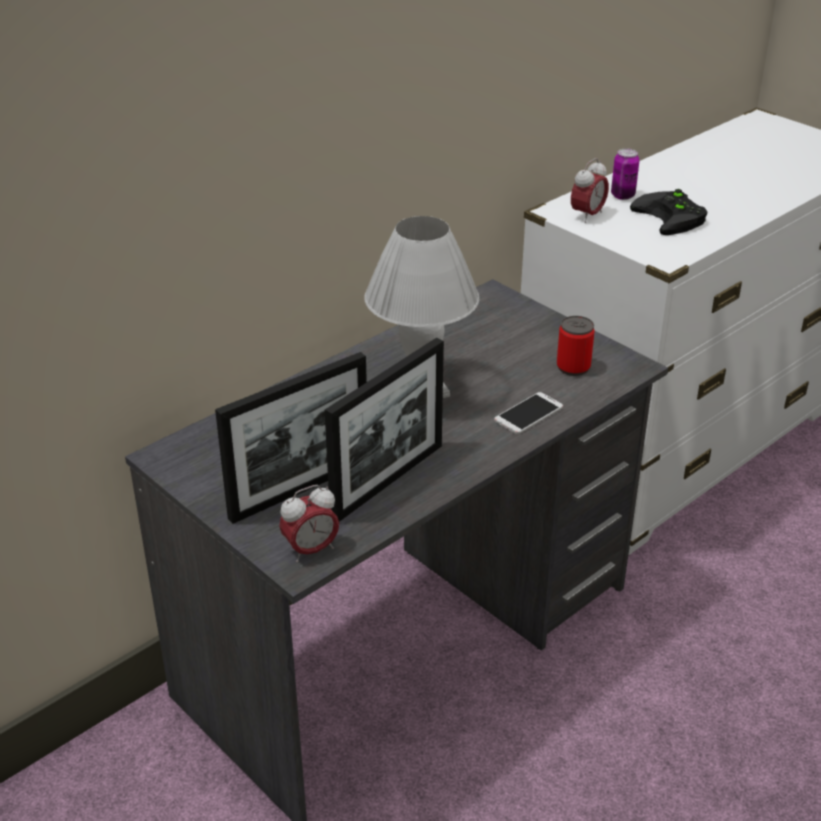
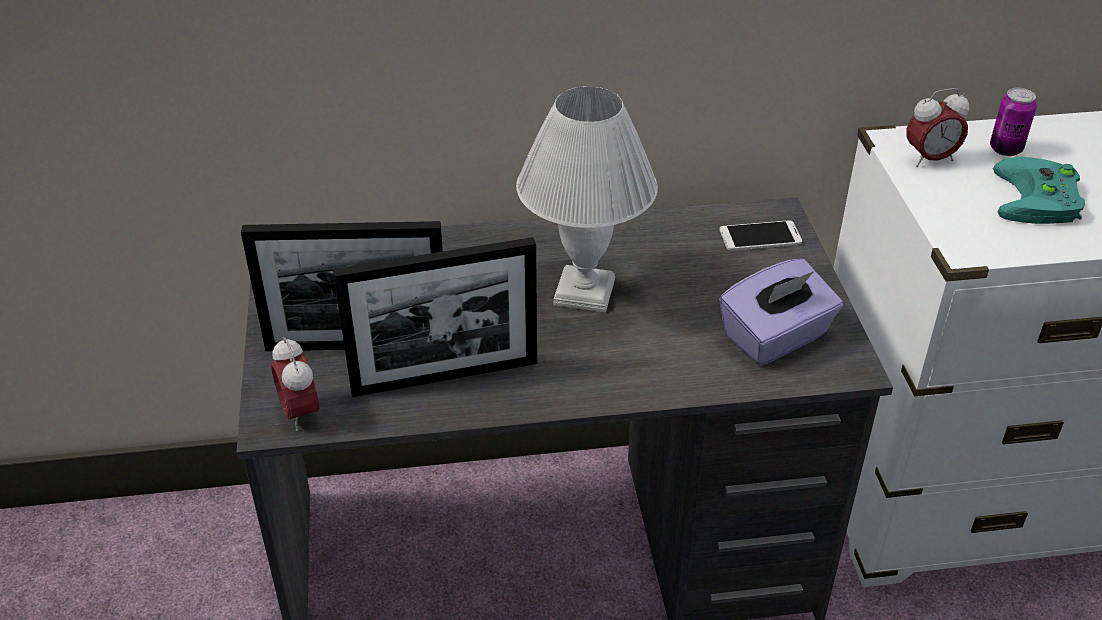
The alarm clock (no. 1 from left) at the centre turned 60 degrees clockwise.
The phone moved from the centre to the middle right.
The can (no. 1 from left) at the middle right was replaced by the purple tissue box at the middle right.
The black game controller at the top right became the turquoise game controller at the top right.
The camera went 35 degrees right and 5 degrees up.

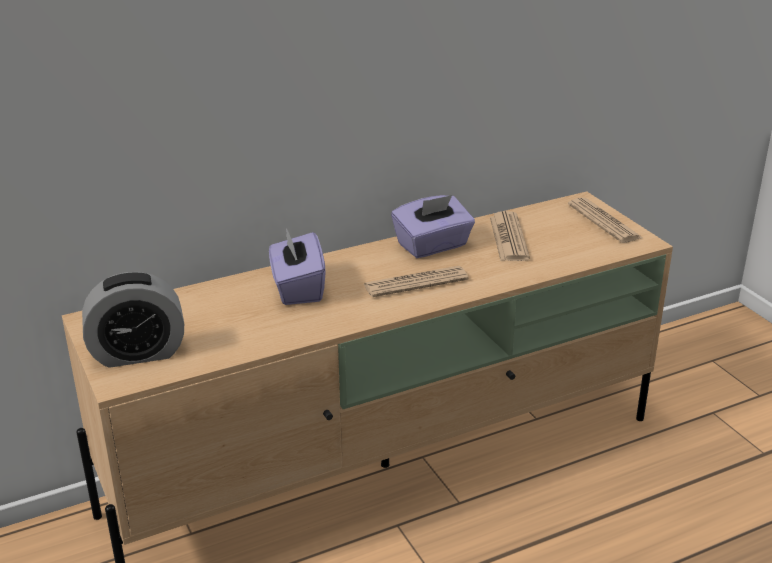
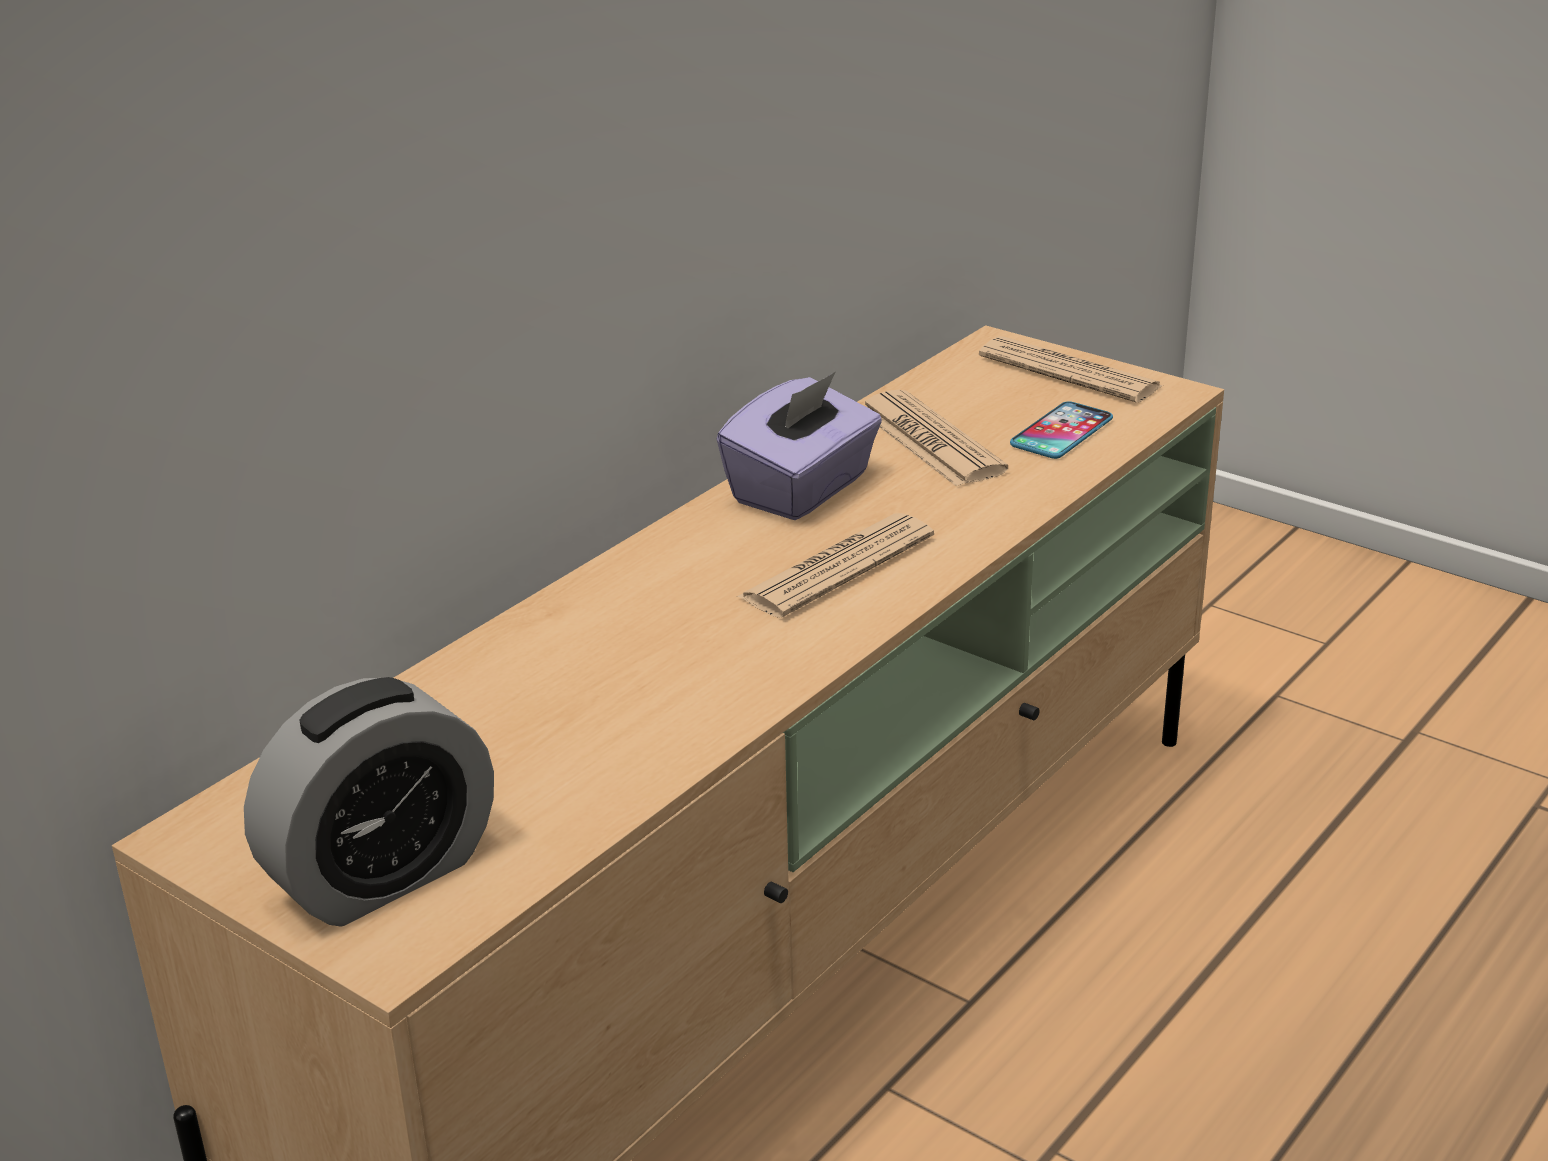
The phone at the middle right appeared.
The purple tissue box (no. 1 from left) at the centre disappeared.
The camera went 25 degrees left and 0 degrees up.

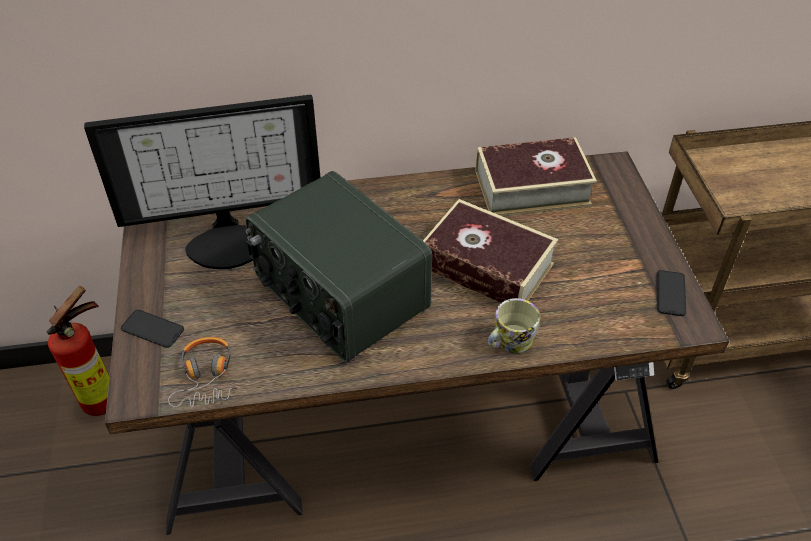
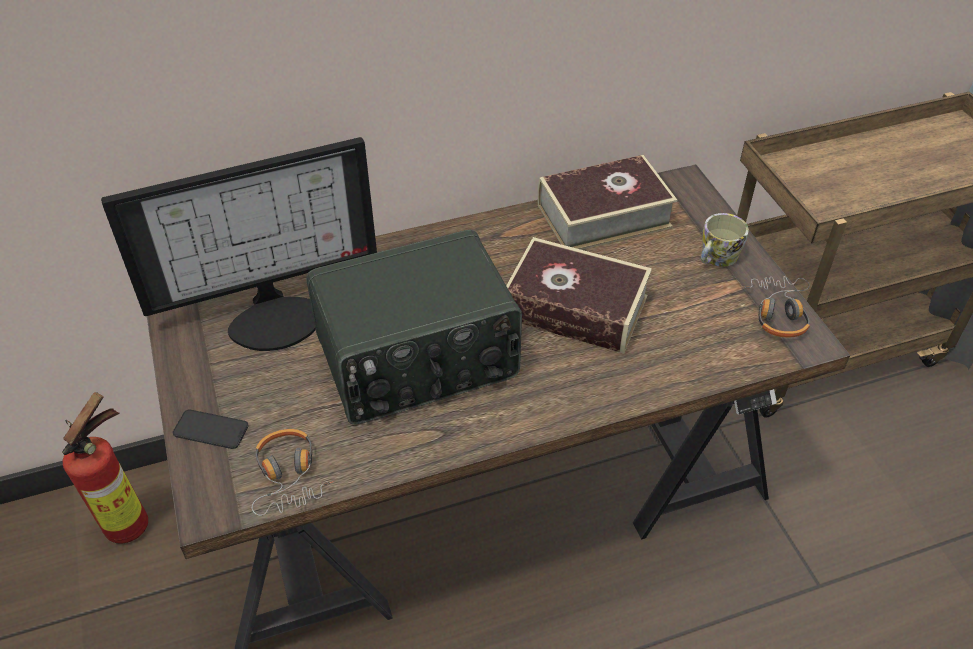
The radio at the centre turned 60 degrees counterclockwise.
The mug moved from the centre to the middle right.
The phone (no. 2 from left) at the middle right was replaced by the headphones (no. 2 from left) at the middle right.
The camera went 10 degrees left and 0 degrees up.

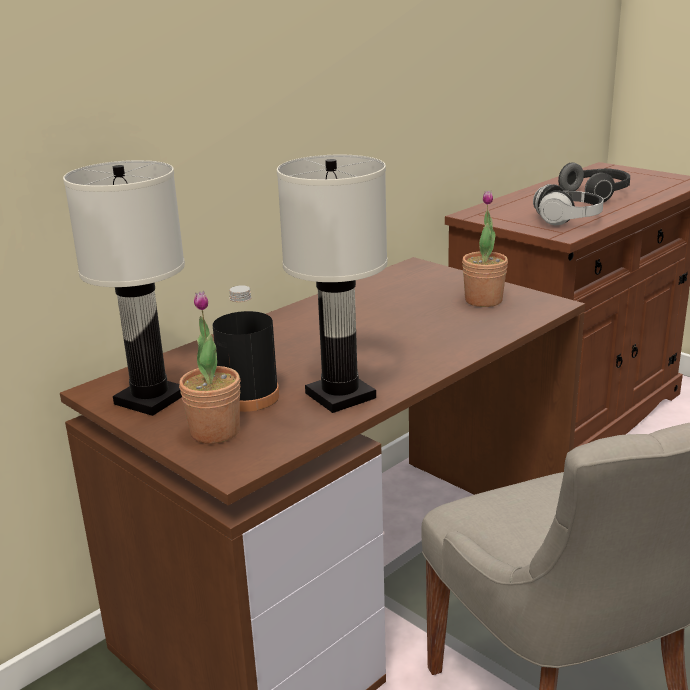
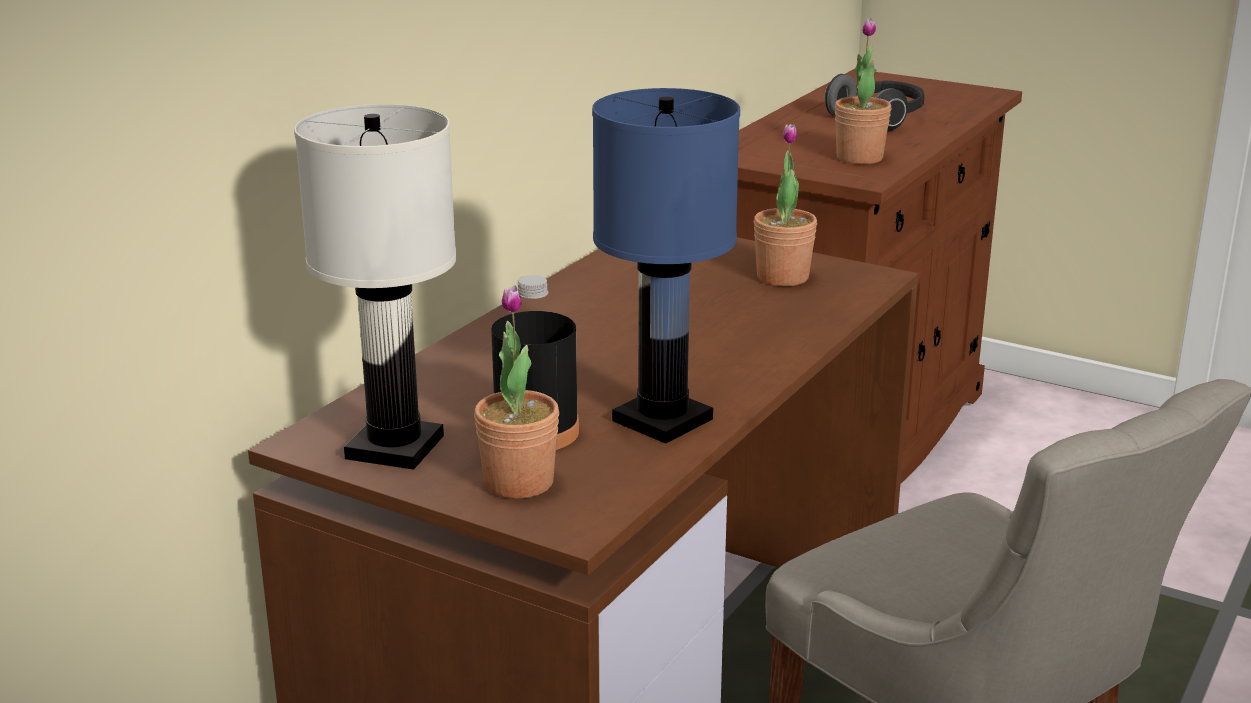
The white table lamp (no. 2 from left) at the centre became the blue table lamp at the centre.
The headphones (no. 1 from left) at the top right was replaced by the potted plant (no. 3 from left) at the top right.
The camera went 15 degrees left and 0 degrees up.

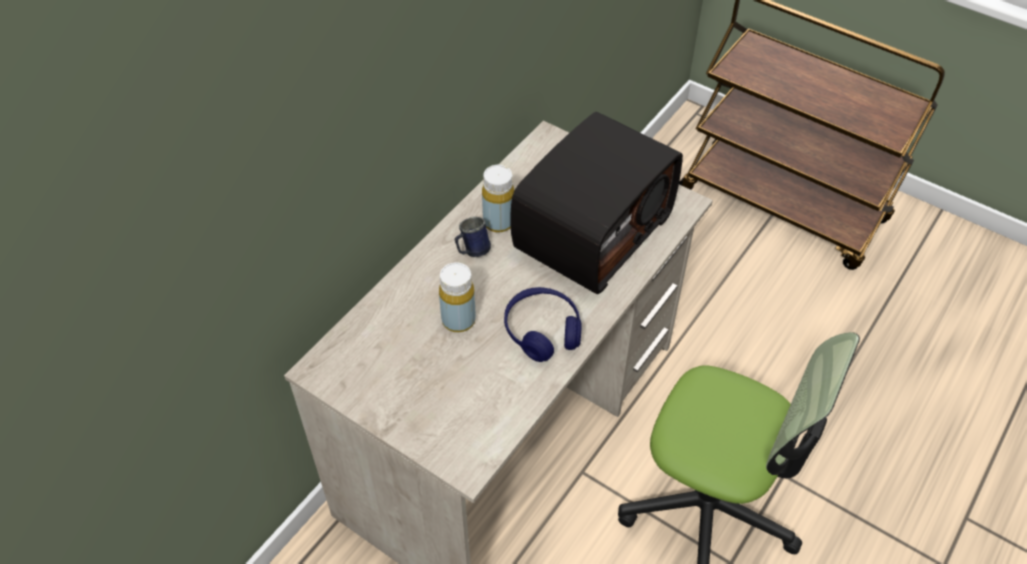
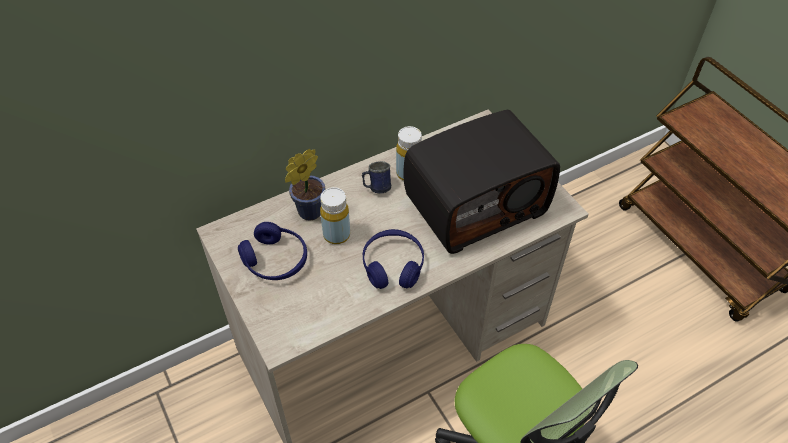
The blue headphones (no. 1 from left) at the centre appeared.
The potted plant at the centre appeared.
The camera went 25 degrees right and 0 degrees up.

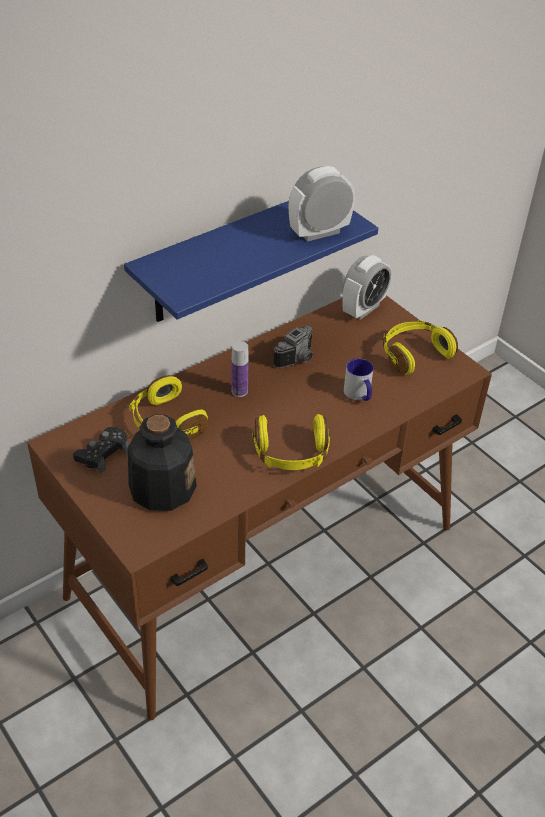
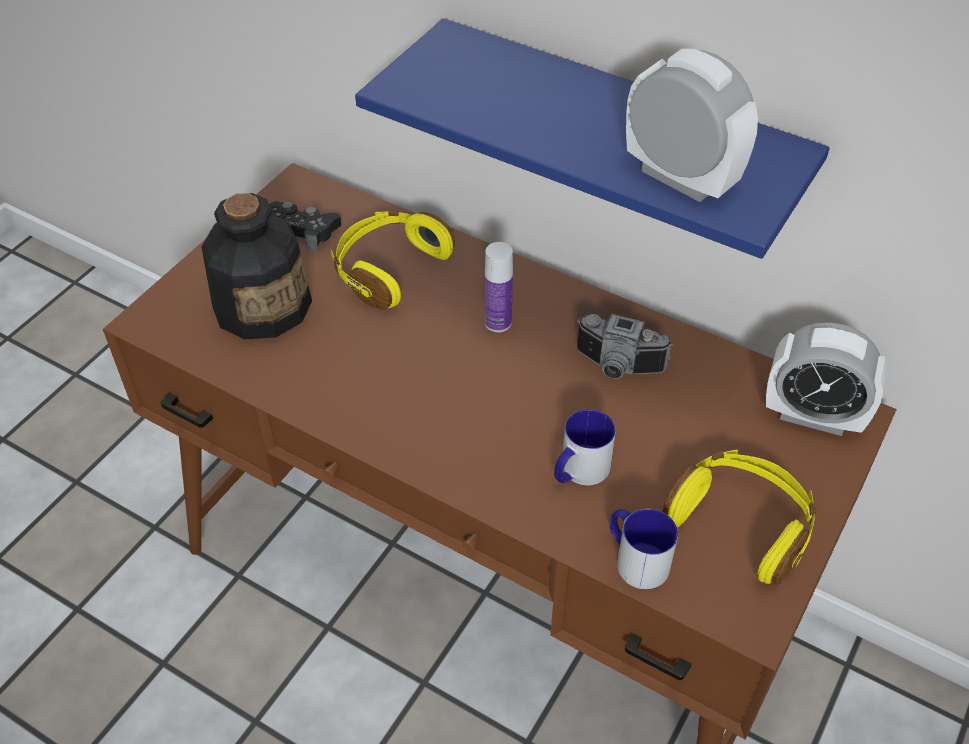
The mug (no. 2 from left) at the bottom centre appeared.
The yellow headphones (no. 2 from left) at the centre disappeared.
The camera went 70 degrees right and 5 degrees up.

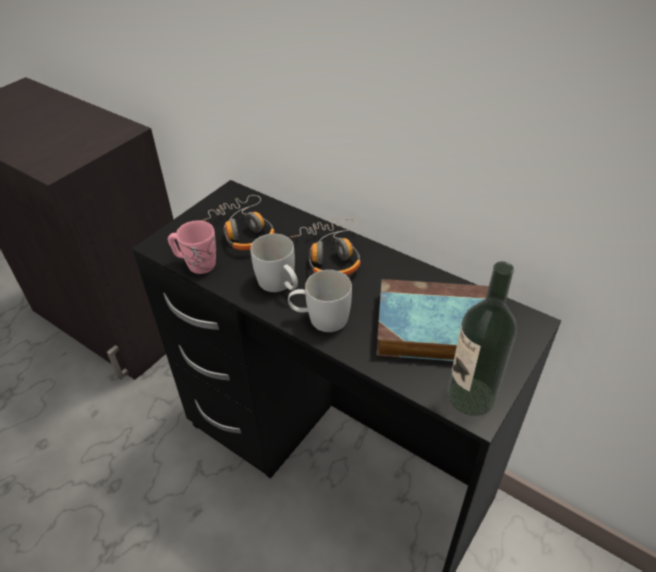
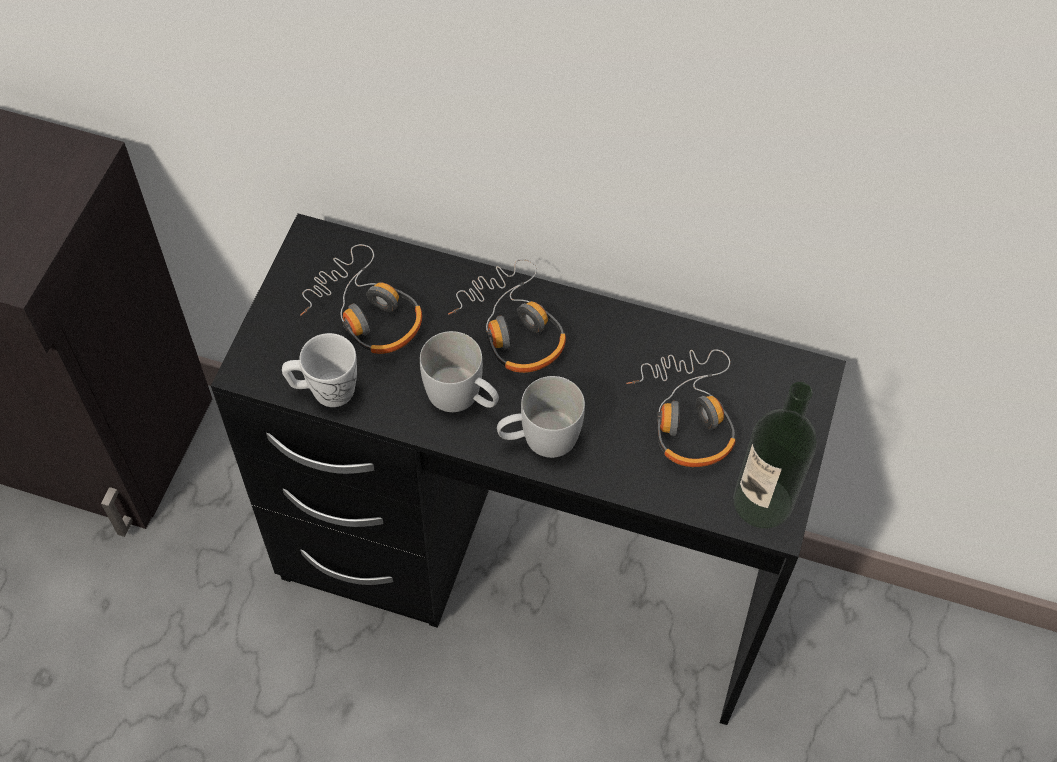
The pink mug at the middle left became the white mug (no. 1 from left) at the middle left.
The book at the centre was replaced by the headphones (no. 3 from left) at the centre.
The camera went 20 degrees left and 15 degrees up.

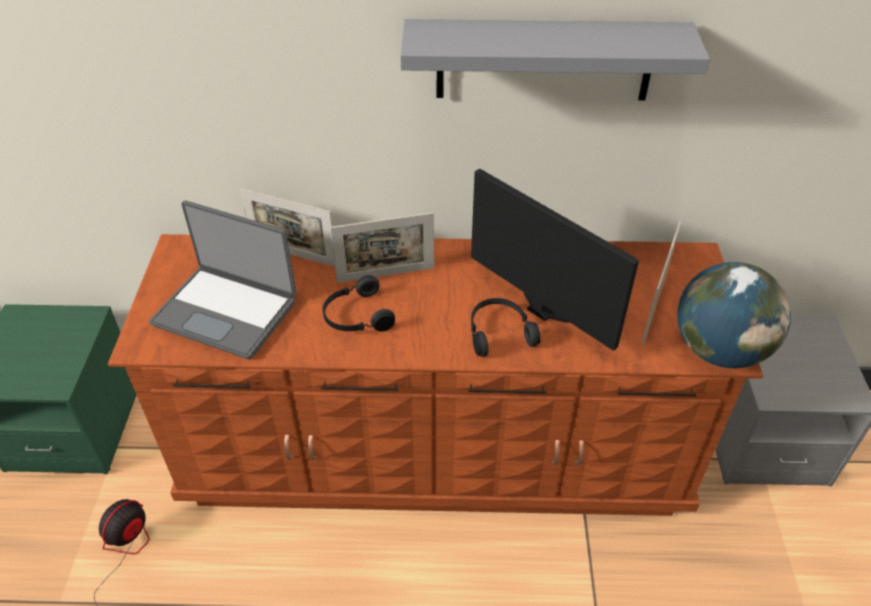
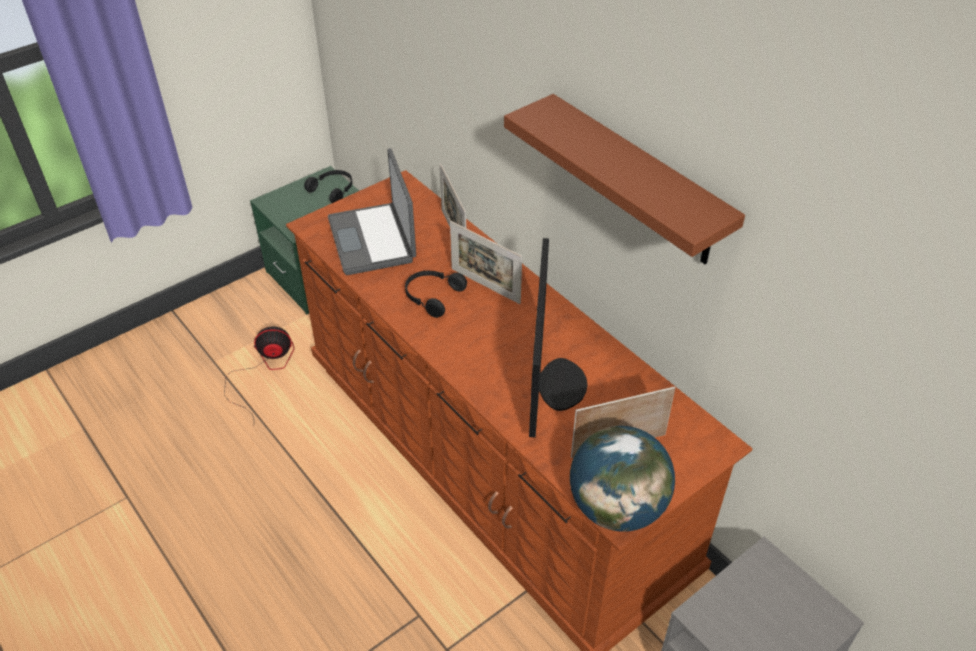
The black headphones (no. 2 from left in the first image) moved from the centre to the top centre.
The grey shelf at the top centre became the brown shelf at the top centre.
The camera went 50 degrees right and 0 degrees up.

